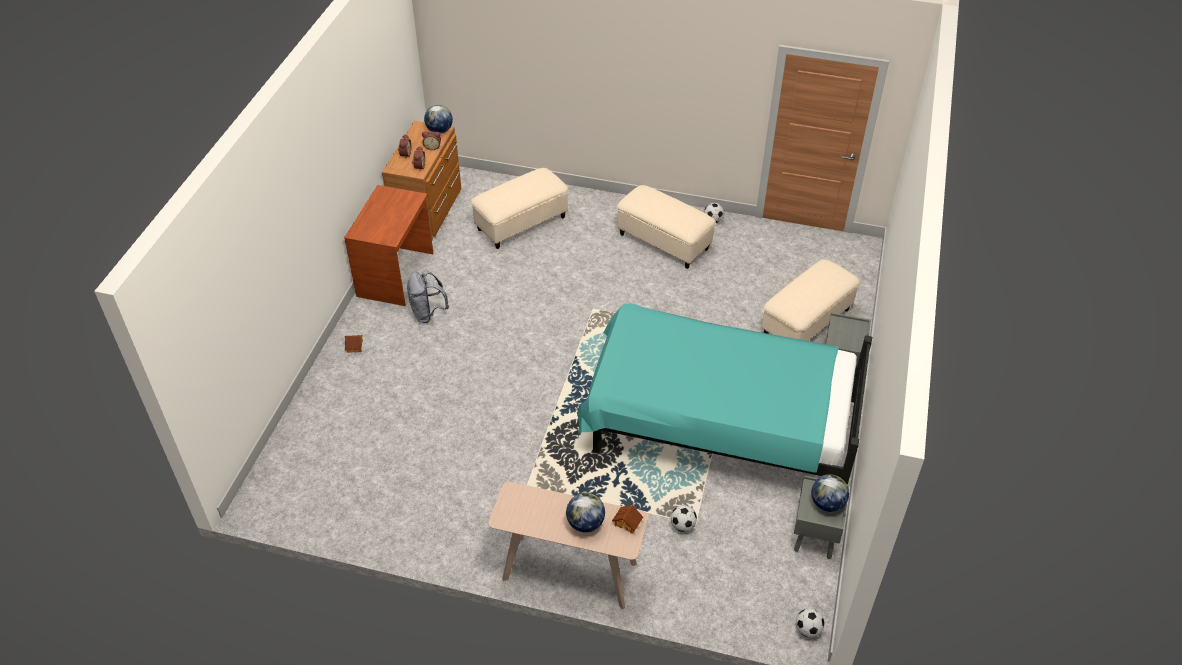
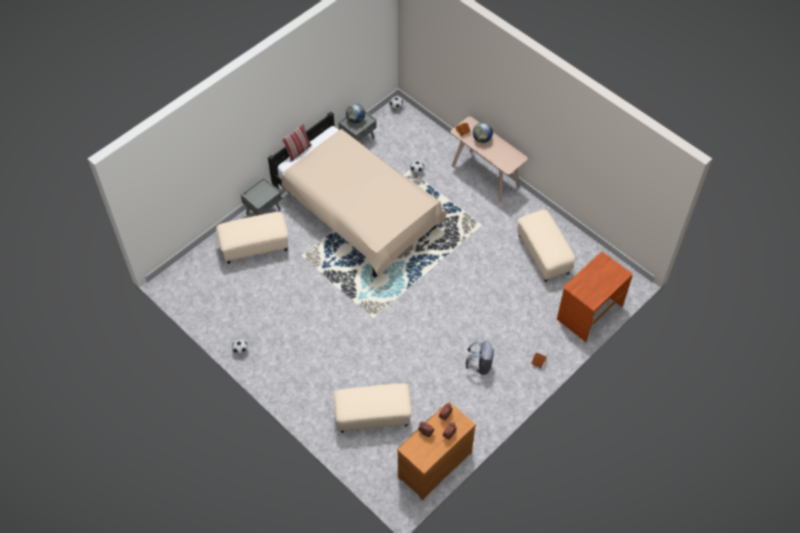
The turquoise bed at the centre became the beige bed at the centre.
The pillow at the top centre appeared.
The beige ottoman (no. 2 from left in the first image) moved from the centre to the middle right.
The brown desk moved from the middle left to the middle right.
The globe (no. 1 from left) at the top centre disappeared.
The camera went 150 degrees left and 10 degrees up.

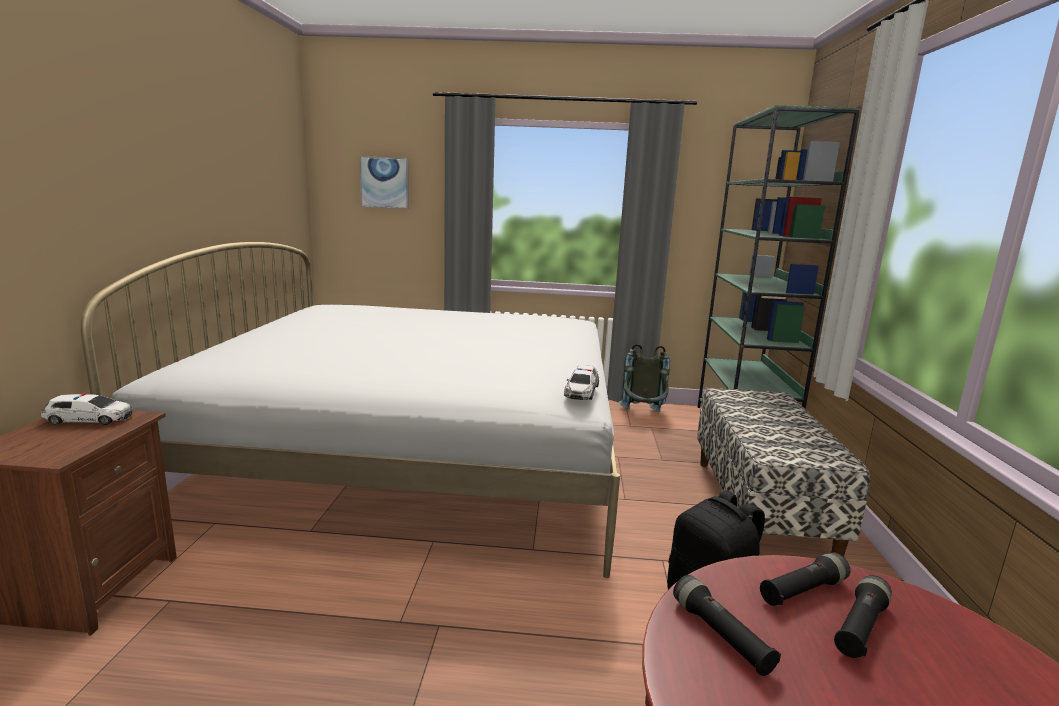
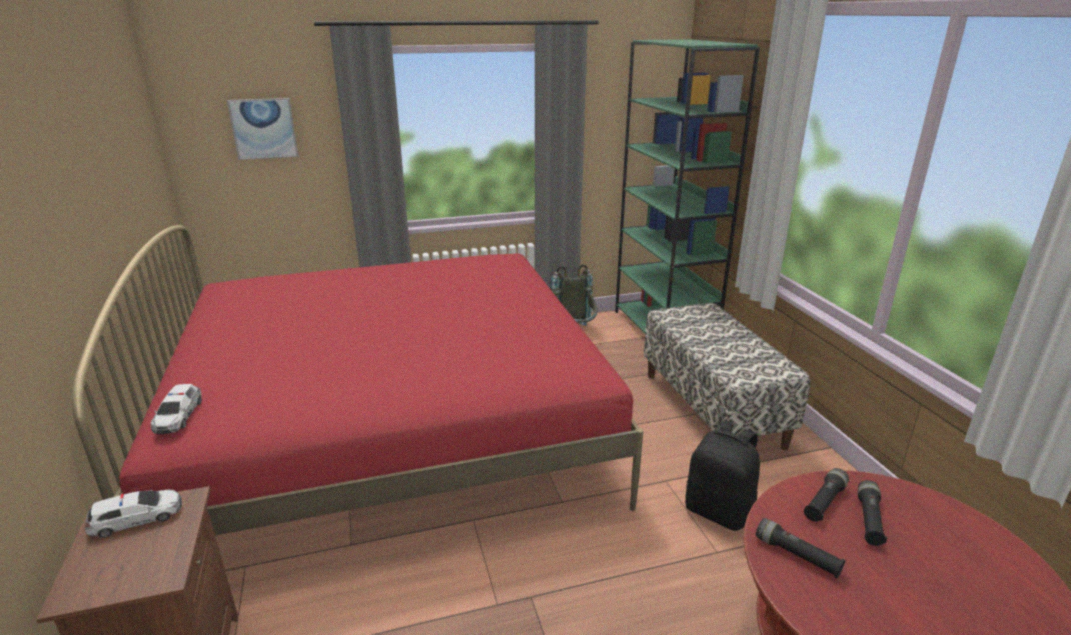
The white bed at the middle left became the red bed at the centre.
The toy car (no. 2 from left) moved from the centre to the middle left.
The camera went 20 degrees left and 10 degrees up.

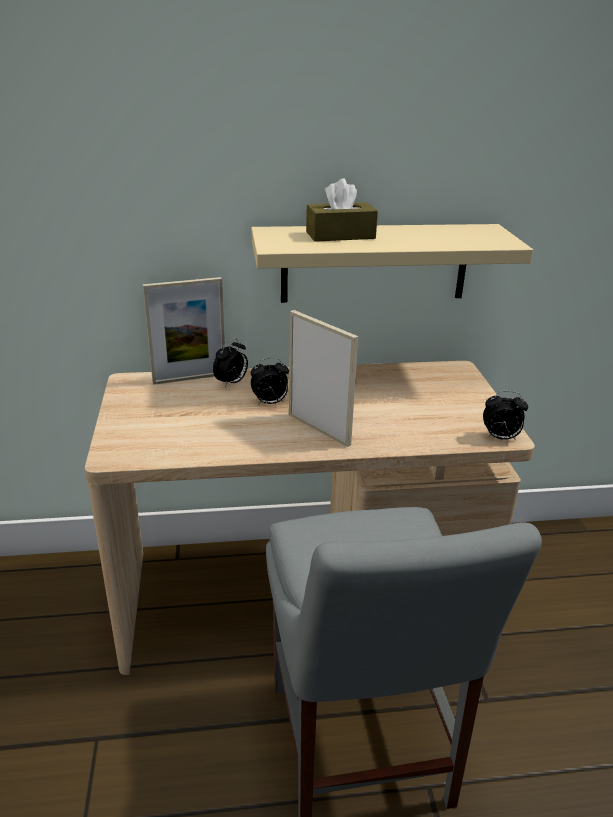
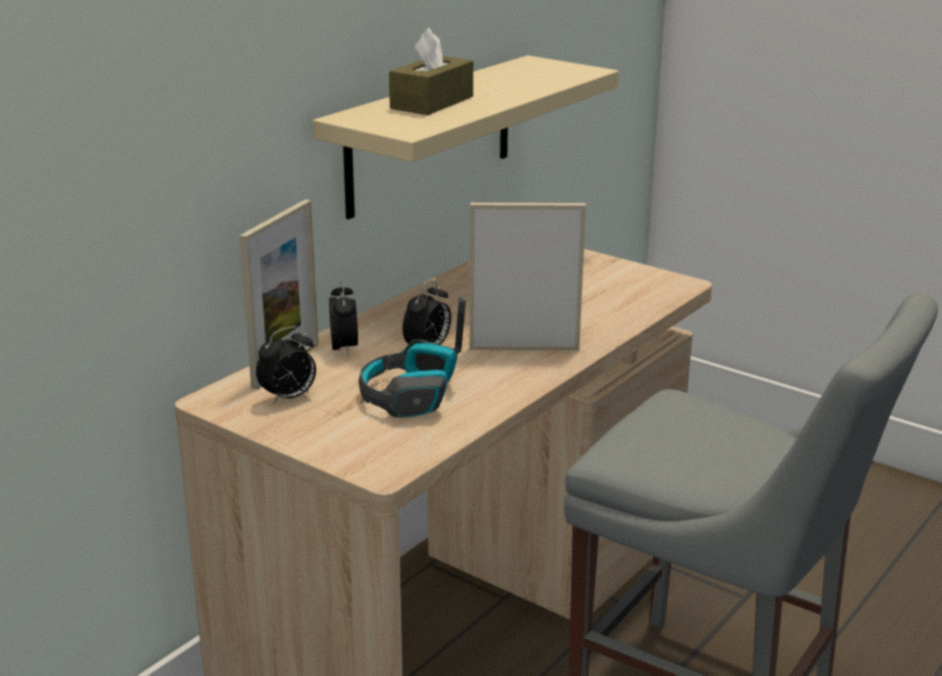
The alarm clock (no. 3 from left in the first image) moved from the middle right to the middle left.
The headphones at the centre appeared.
The camera went 45 degrees left and 5 degrees down.

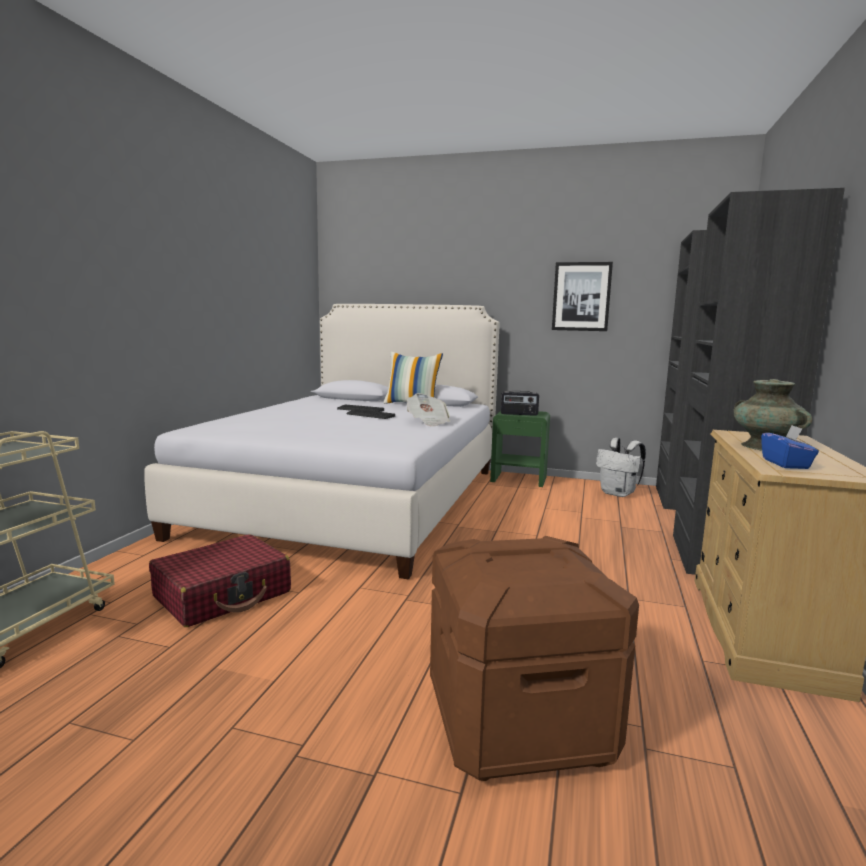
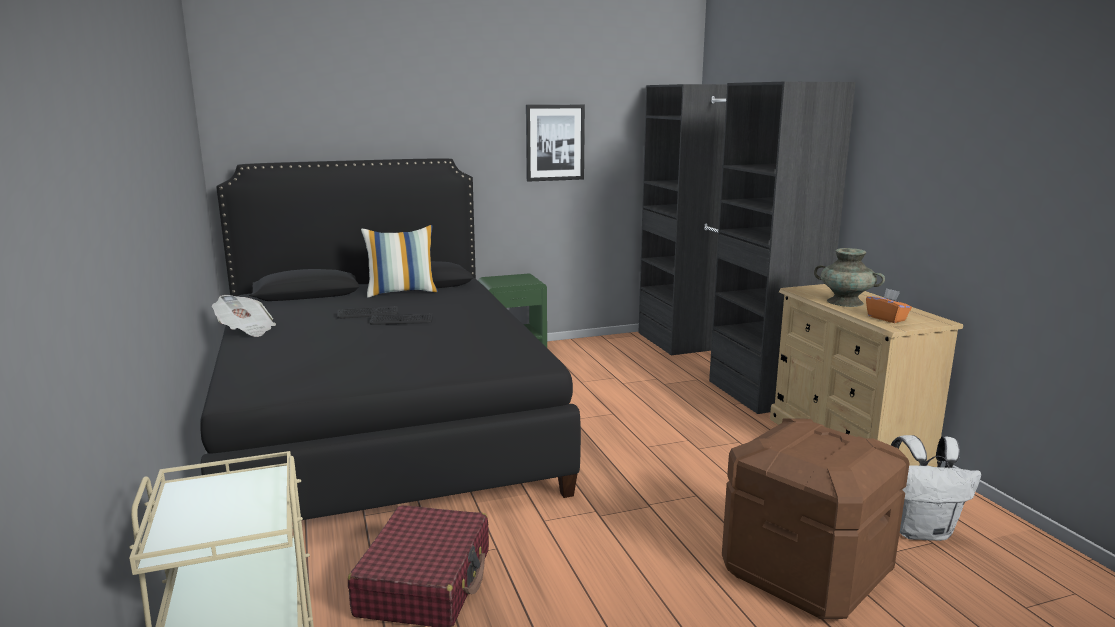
The white bed at the centre became the black bed at the centre.
The newspaper moved from the centre to the middle left.
The blue tissue box at the middle right became the orange tissue box at the middle right.
The white backpack moved from the middle right to the bottom right.
The radio at the centre disappeared.
The camera went 35 degrees left and 5 degrees up.

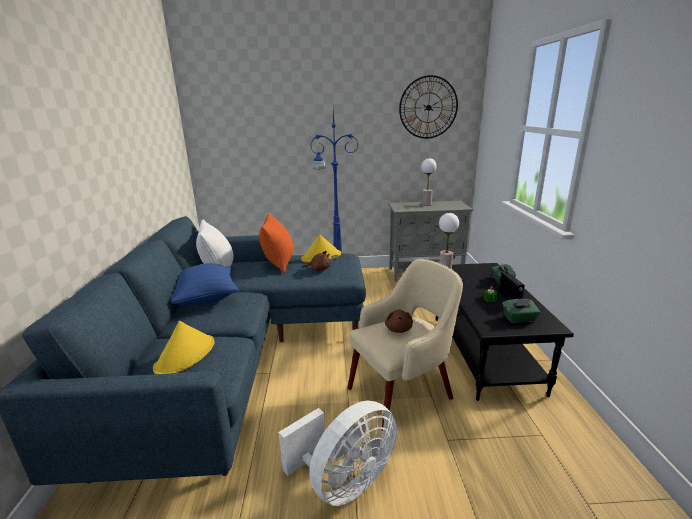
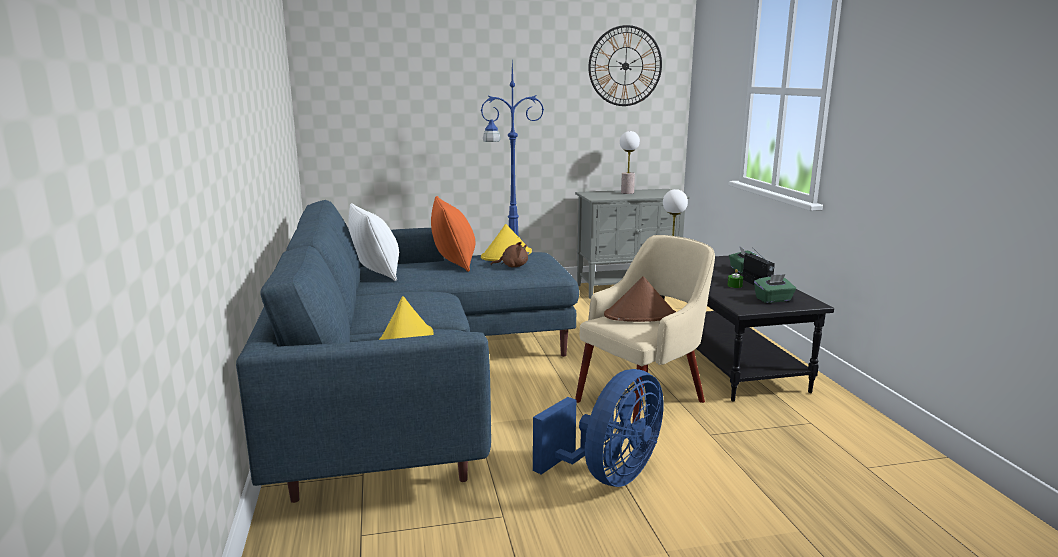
The white fan at the bottom centre became the blue fan at the bottom centre.
The brown plush toy (no. 2 from left) at the centre was replaced by the brown hat at the centre.
The blue pillow at the middle left disappeared.
The camera went 10 degrees left and 5 degrees down.

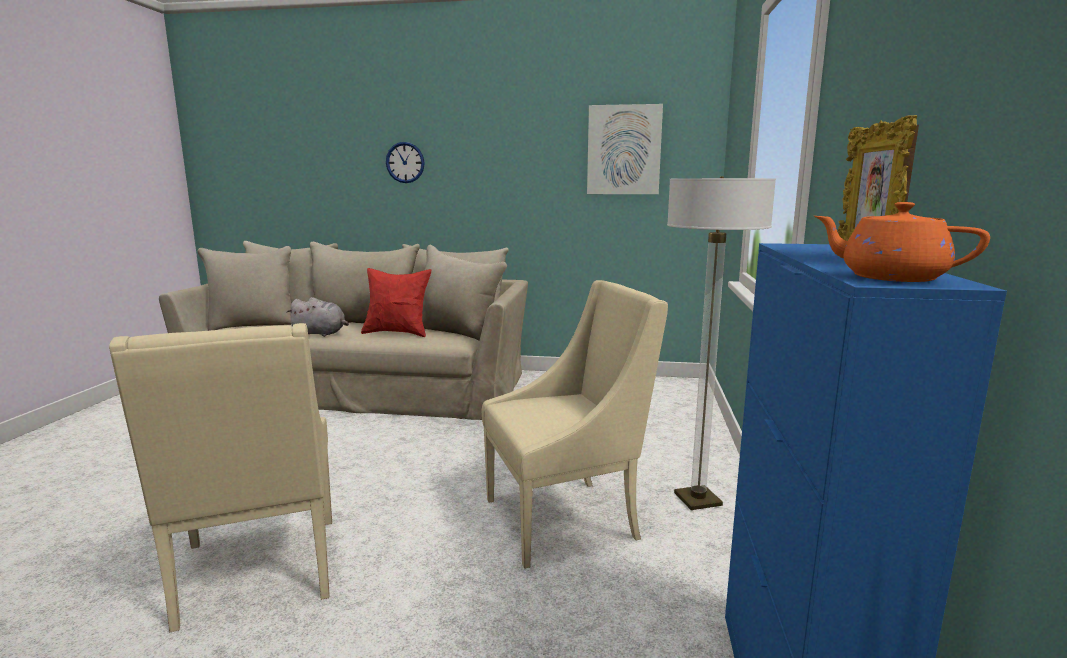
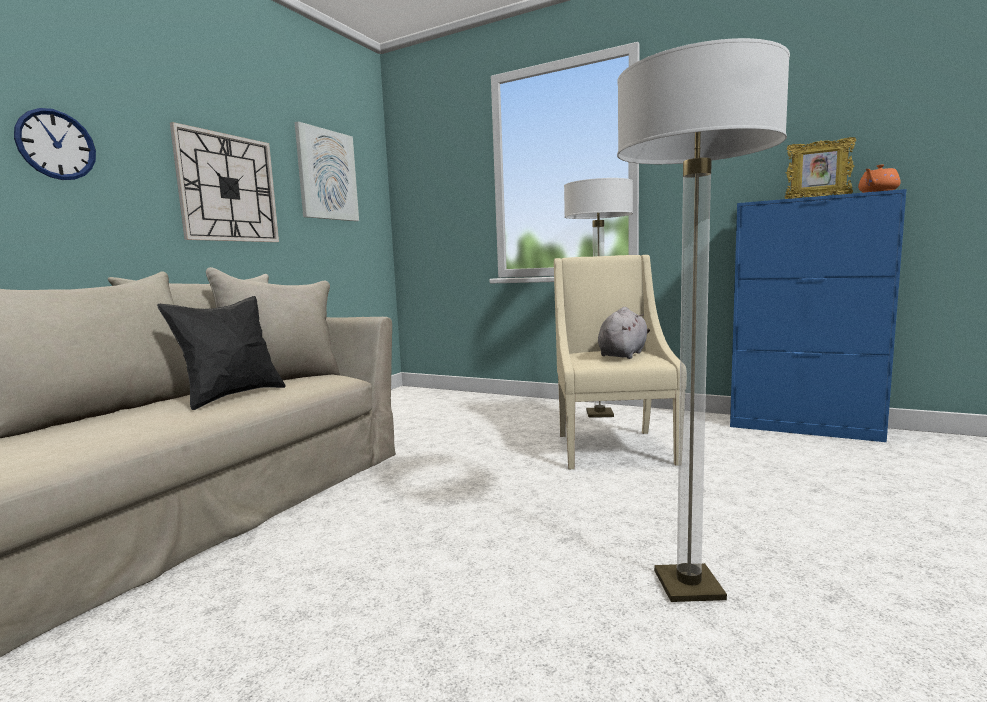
The red pillow at the centre became the black pillow at the middle left.
The wall clock (no. 2 from left) at the top left appeared.
The grey plush toy moved from the middle left to the centre.
The beige armchair (no. 1 from left) at the bottom left was replaced by the floor lamp (no. 2 from left) at the middle right.
The camera went 70 degrees left and 5 degrees down.

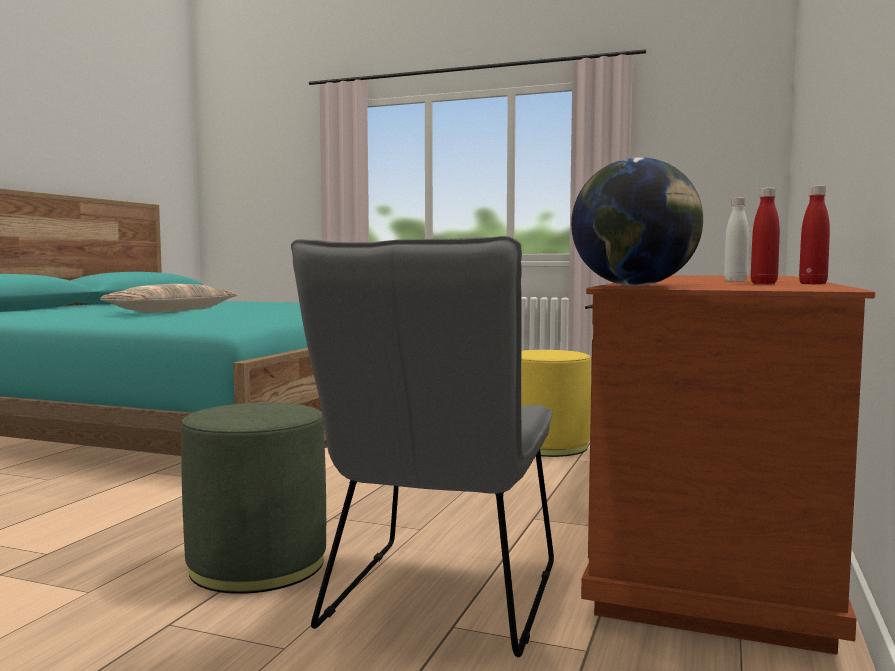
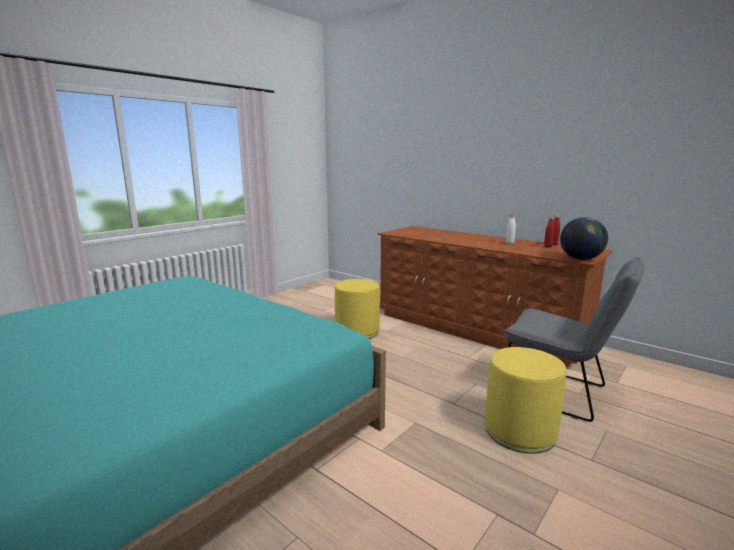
The green ottoman at the bottom left became the yellow ottoman (no. 2 from left) at the bottom right.
The pillow at the middle left disappeared.
The camera went 70 degrees left and 10 degrees up.

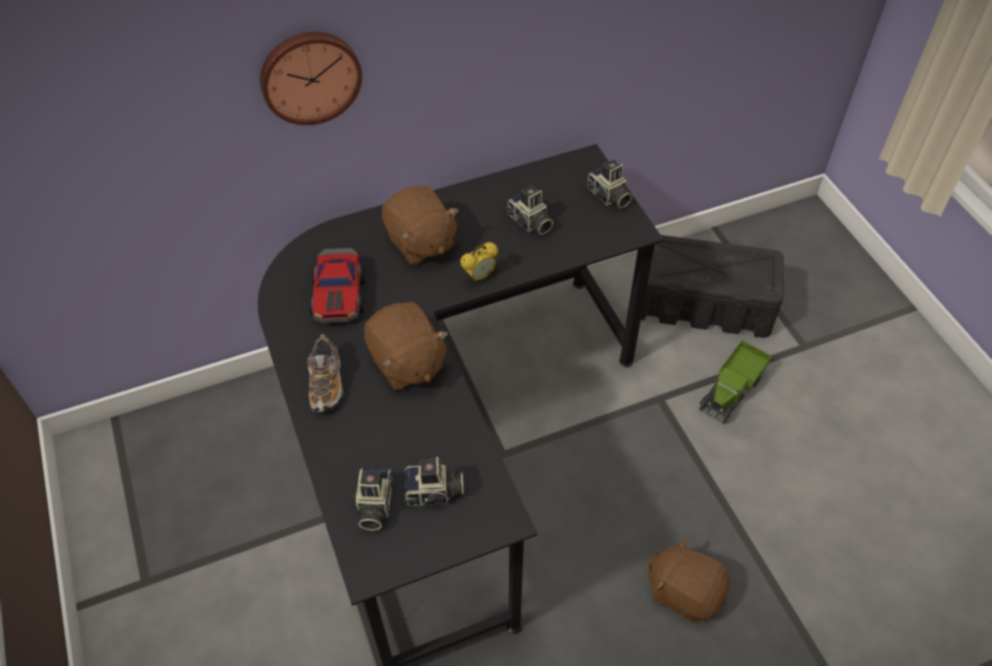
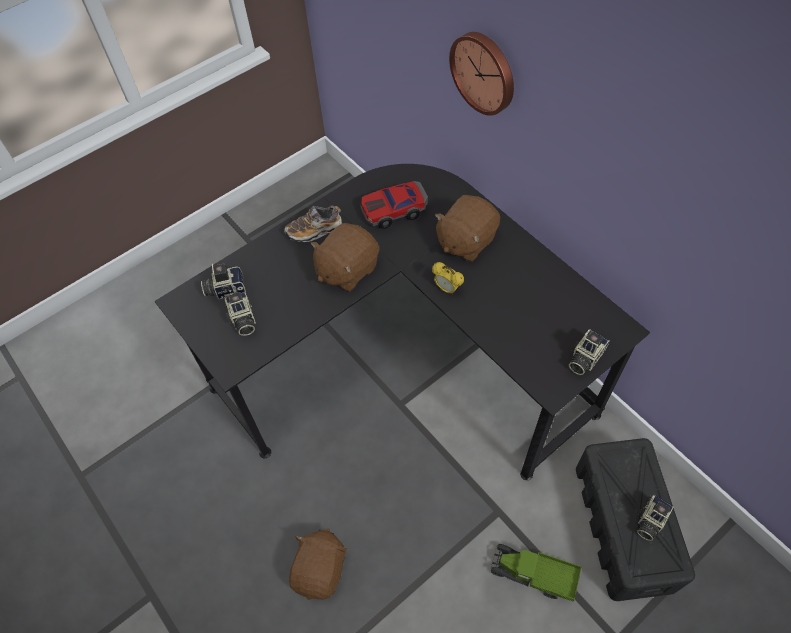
The photo camera (no. 3 from left in the first image) moved from the top centre to the bottom right.
The camera went 75 degrees right and 5 degrees up.

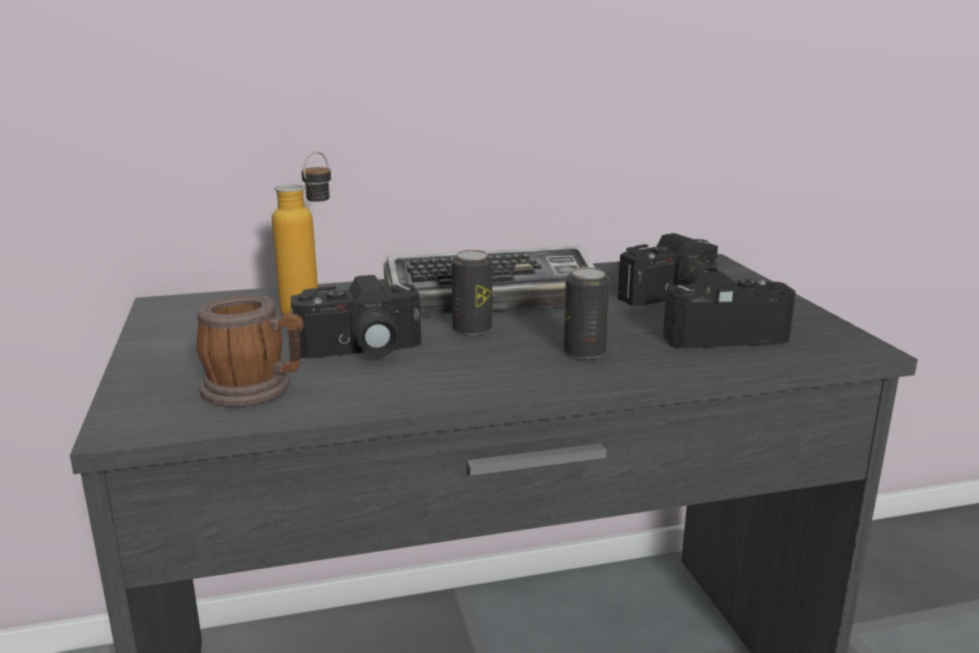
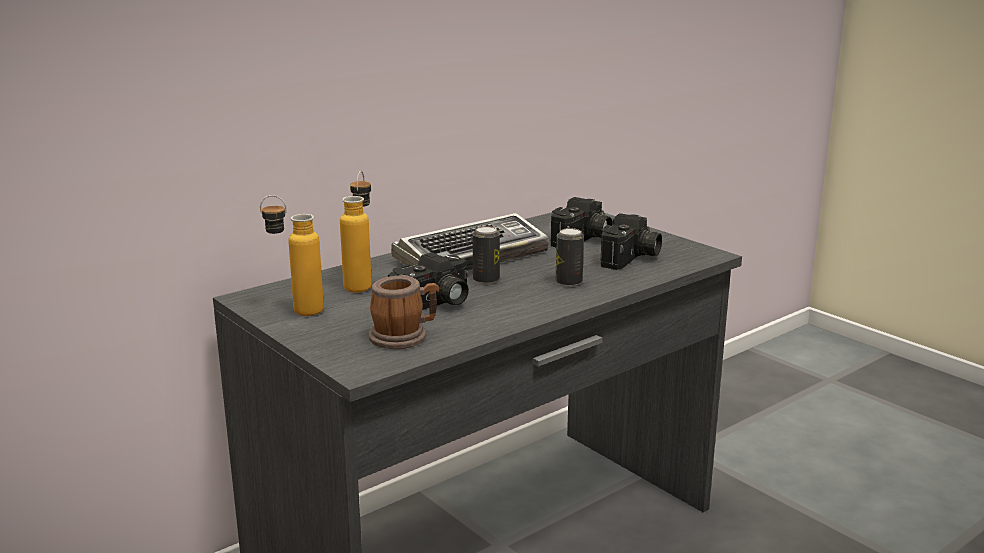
The bottle (no. 1 from left) at the middle left appeared.
The photo camera (no. 3 from left) at the middle right turned 150 degrees clockwise.
The camera went 25 degrees left and 0 degrees up.

